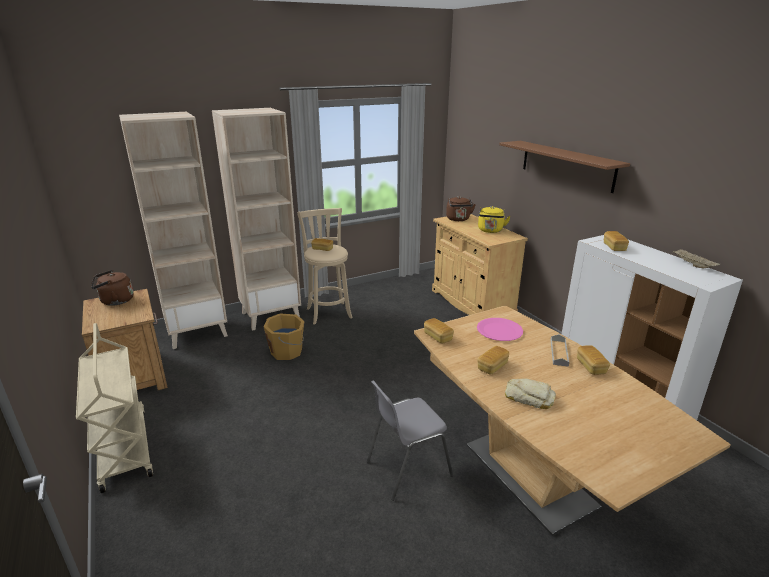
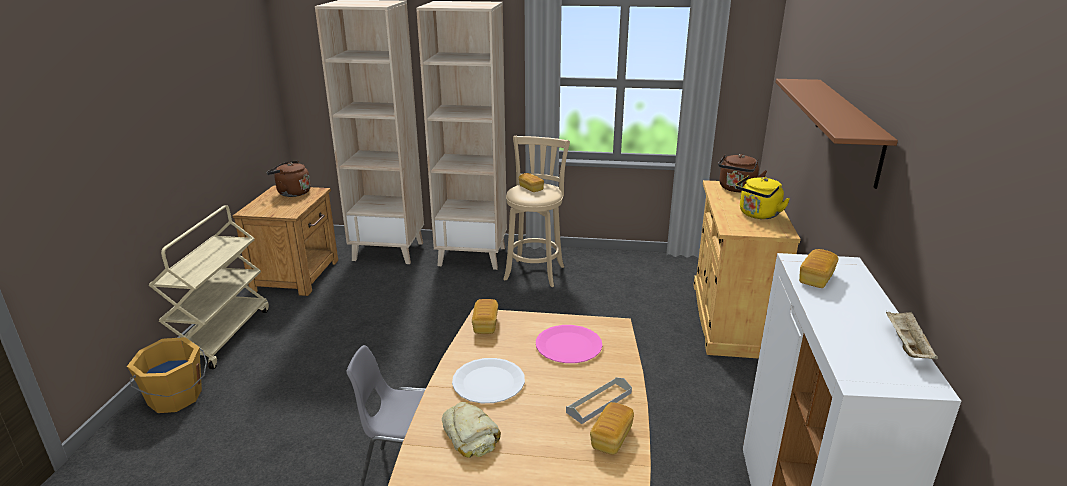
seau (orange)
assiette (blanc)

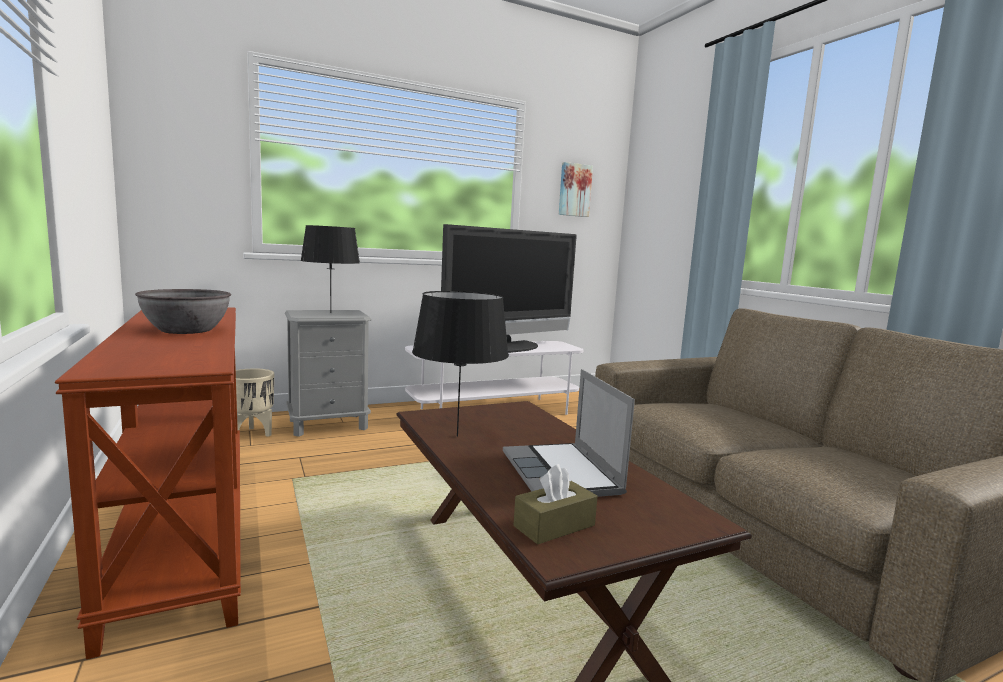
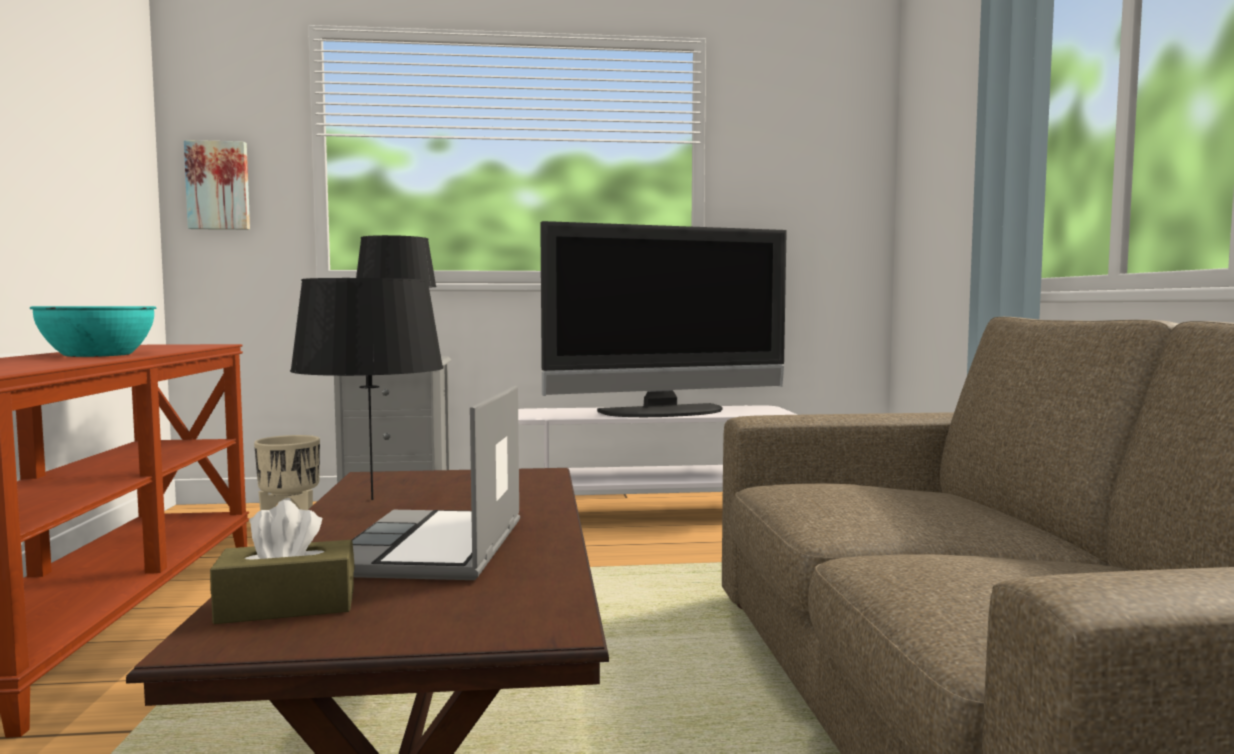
tableau
bol (turquoise)

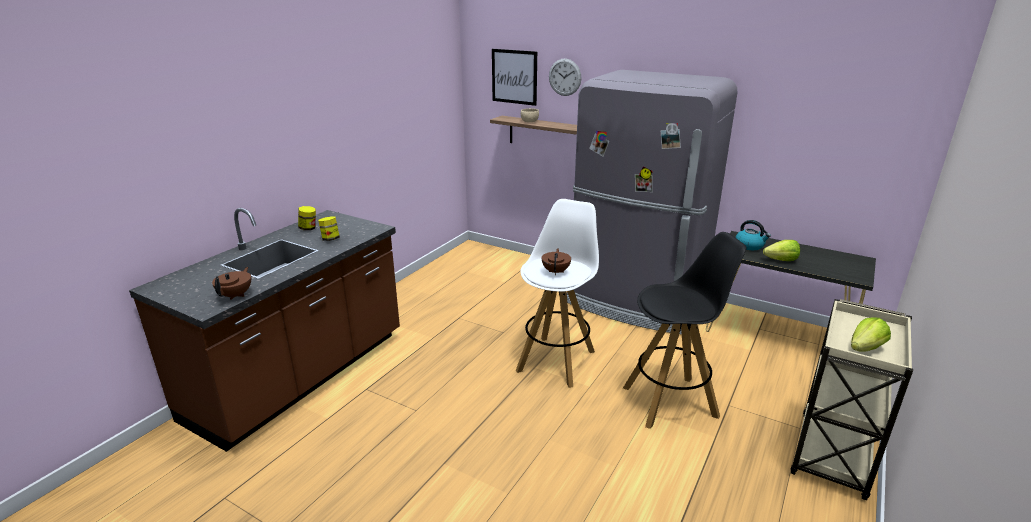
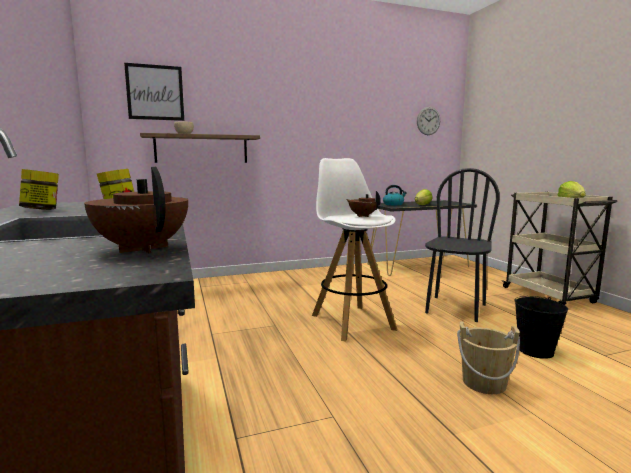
réfrigérateur (gris)
seau (beige)
seau (noir)
horloge murale
chaise (noir)

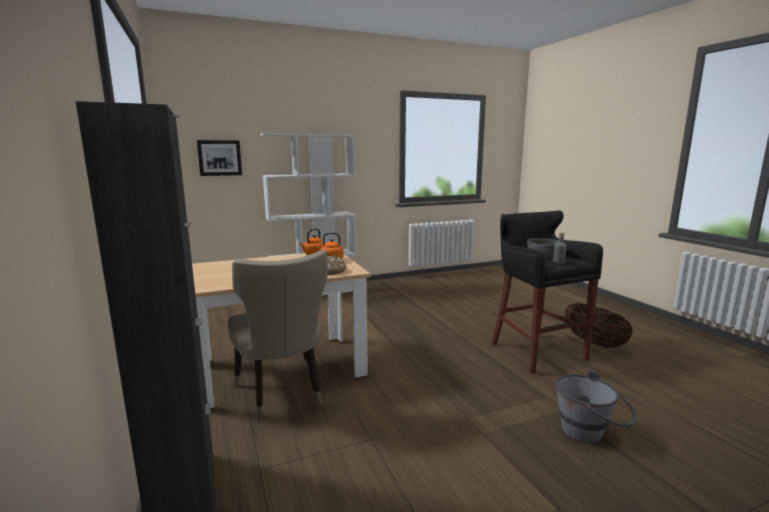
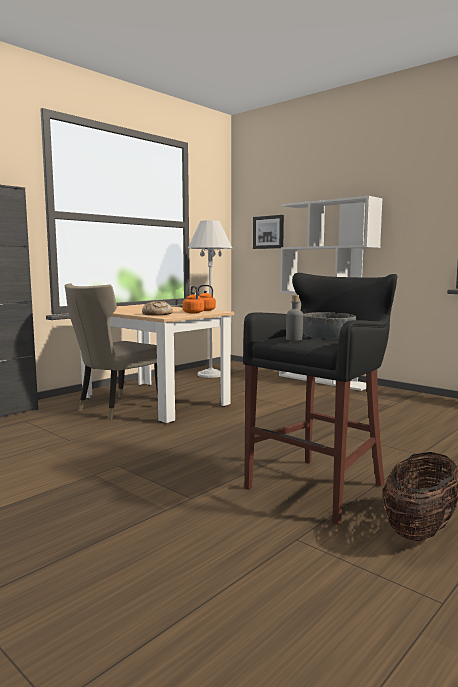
seau (gris)
lampadaire (blanc)

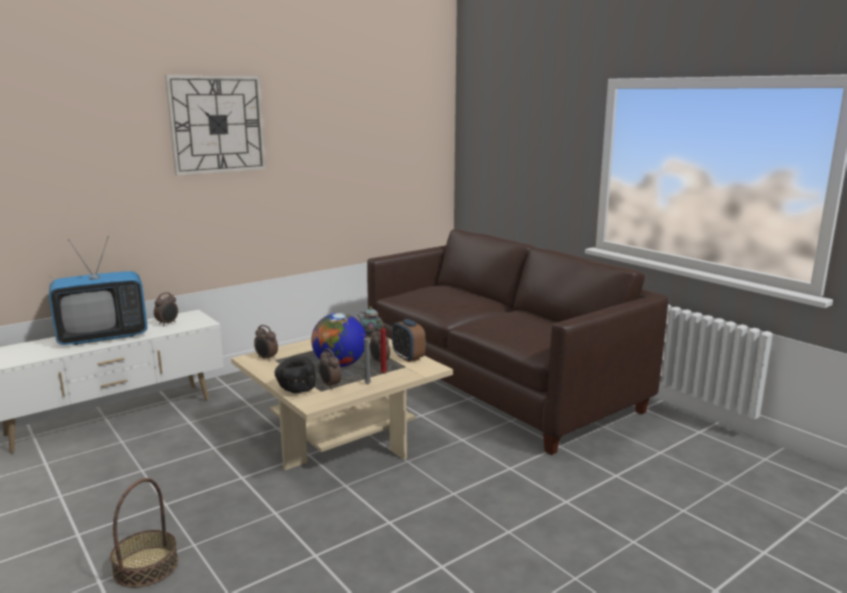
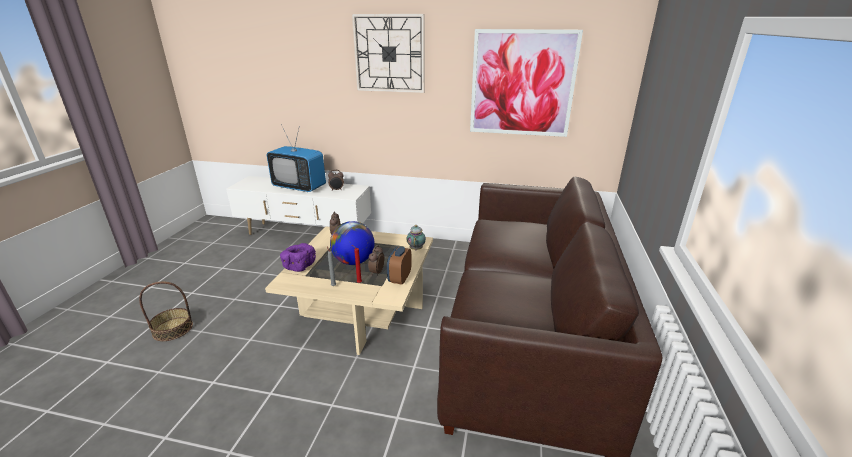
réveil (no. 3 from left in the first image)
tableau
bol (violet)

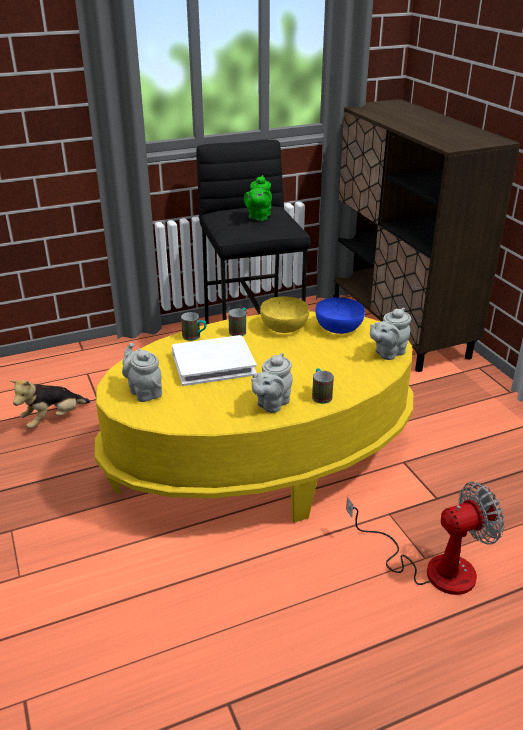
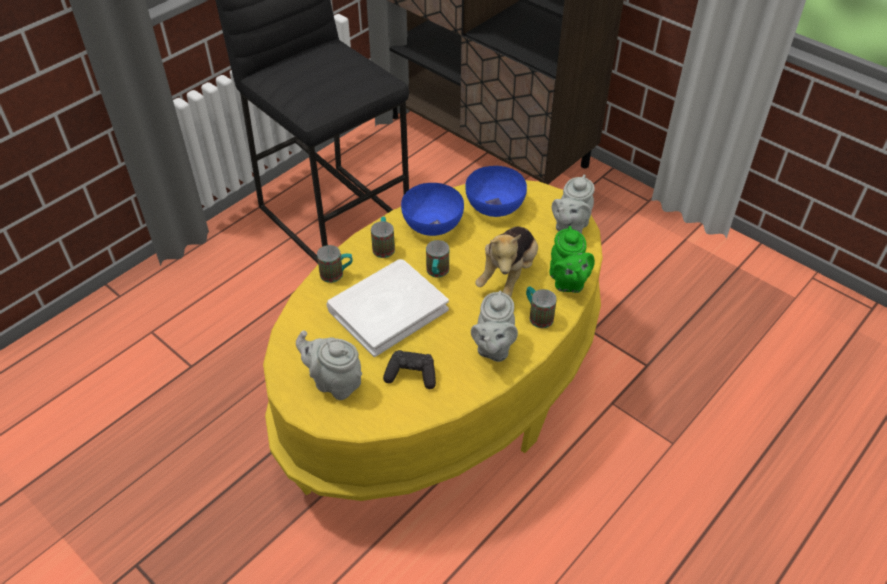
ventilateur
manette (noir)
mug (no. 3 from left)
peluche
théière (vert)
bol (bleu) (no. 1 from left)

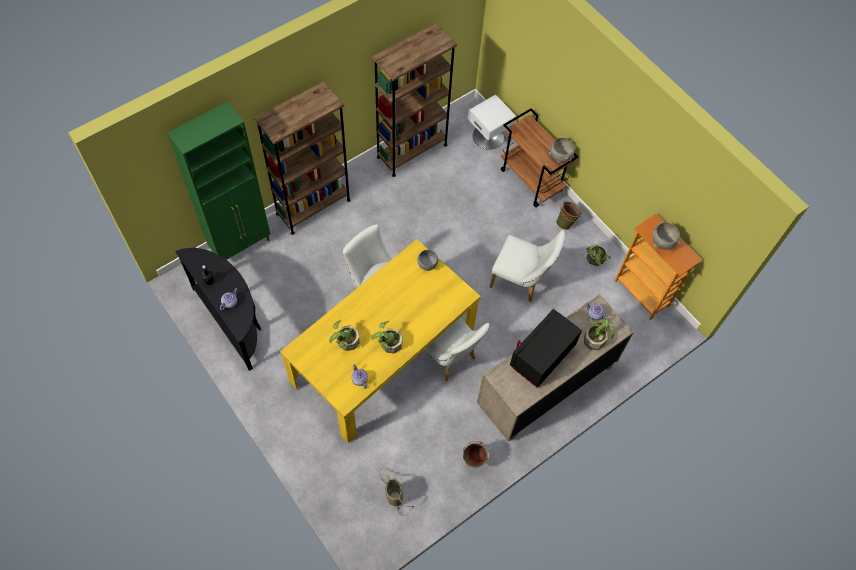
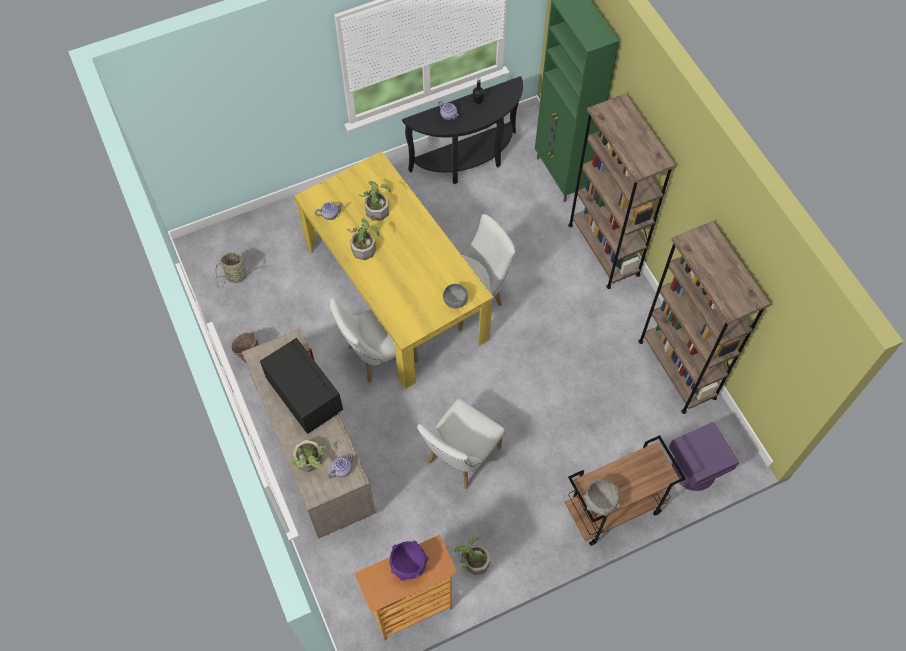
seau (vert) (no. 2 from left in the first image)
table de chevet (violet)
bol (violet)

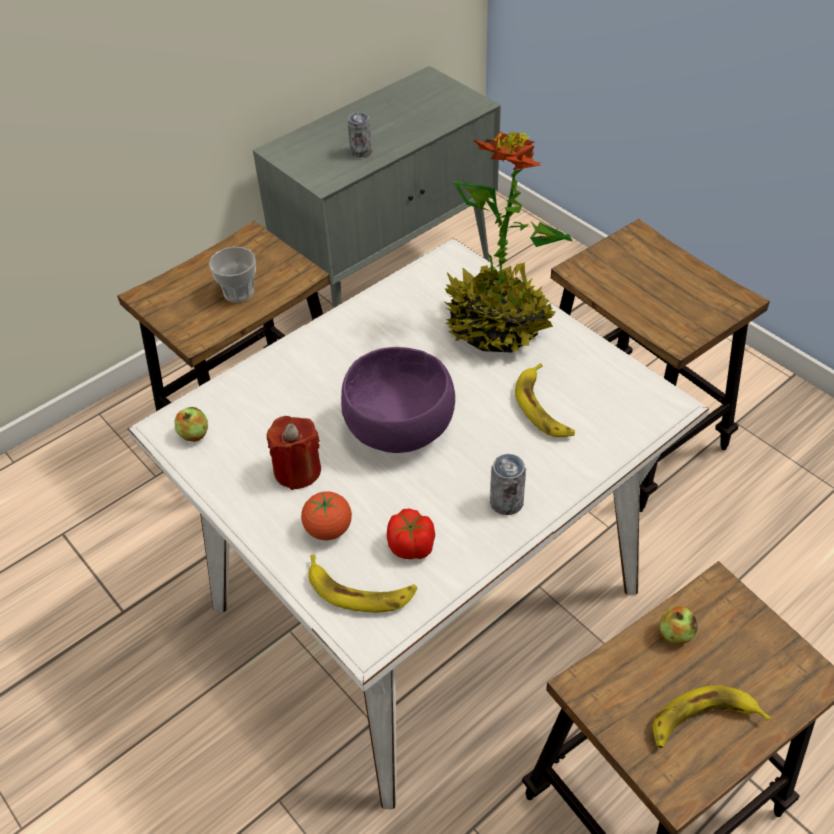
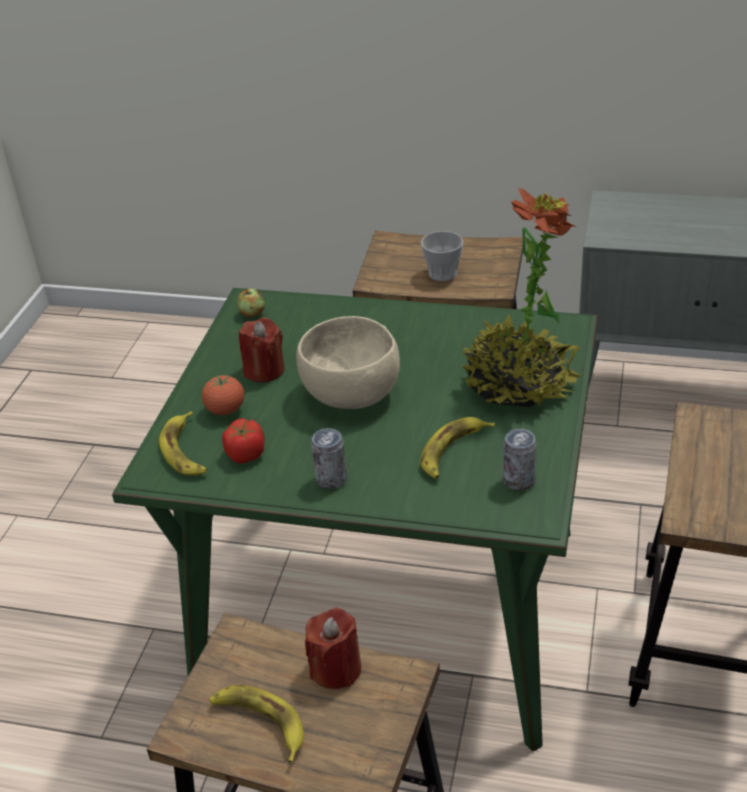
boîte métallique (no. 2 from left)
bougie (rouge) (no. 2 from left)
table à manger (vert)
bol (beige)

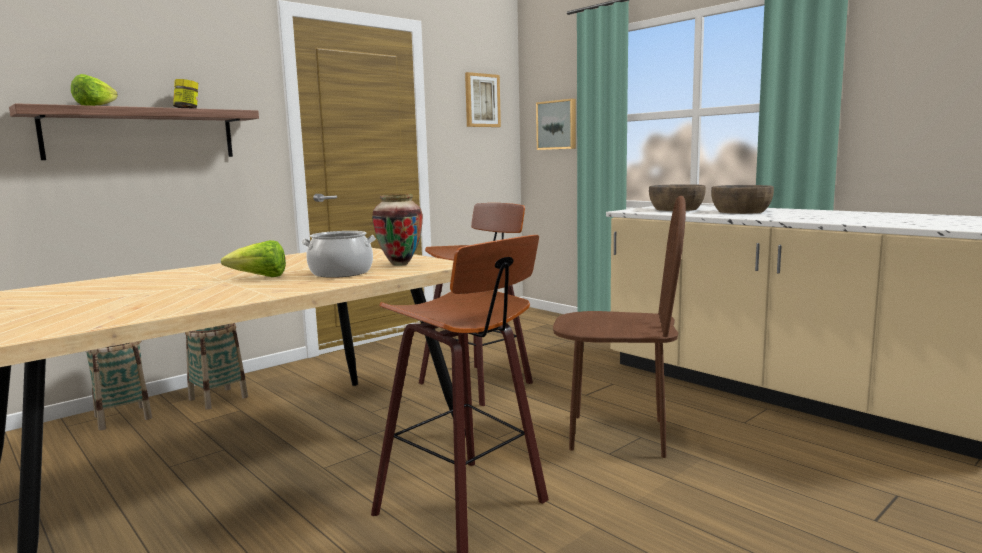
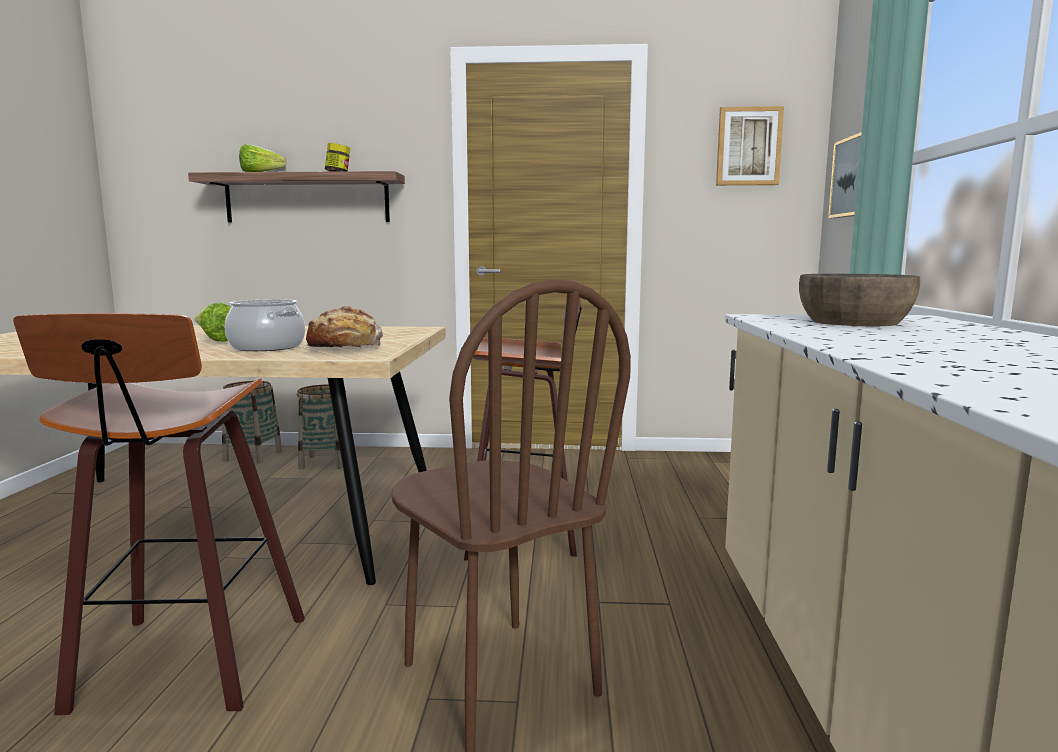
bol (marron) (no. 2 from left in the first image)
pain

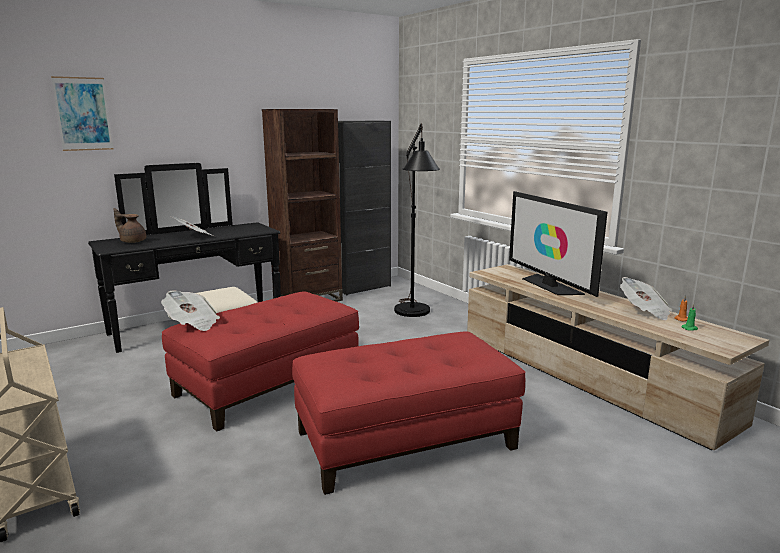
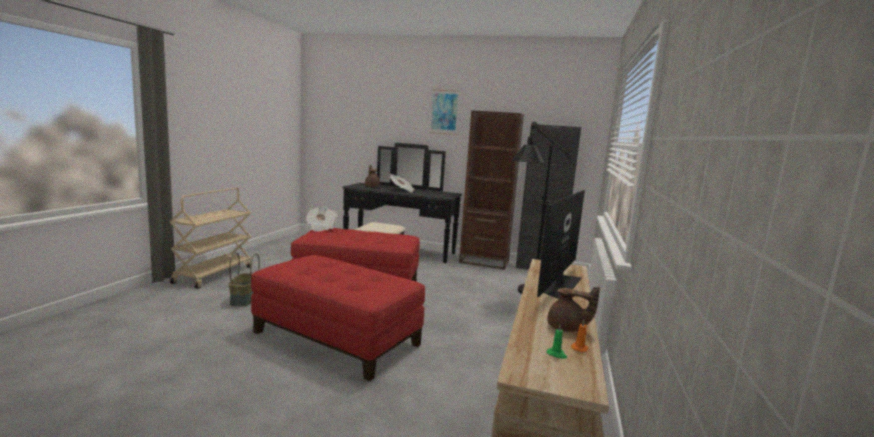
panier
tableau
théière (marron) (no. 2 from left)

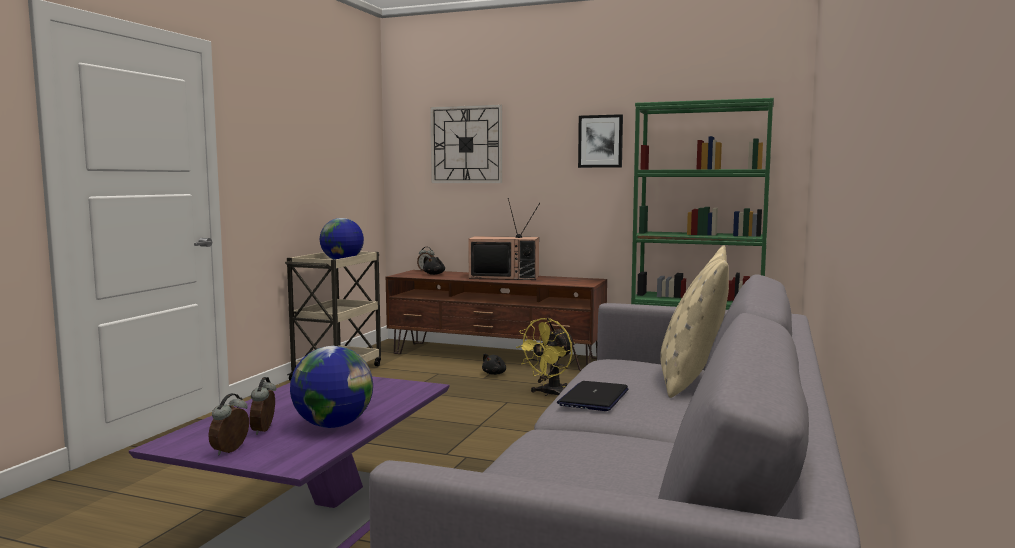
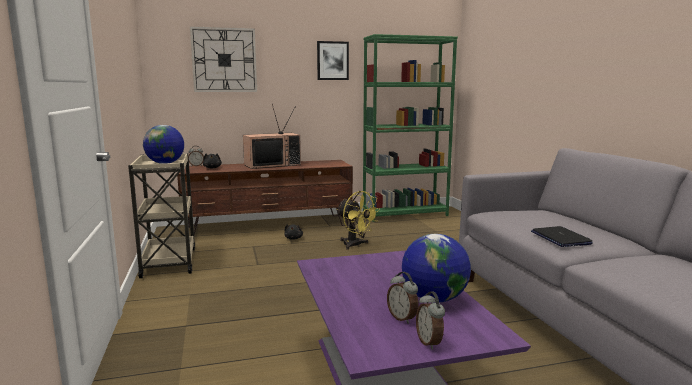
coussin (beige)
ventilateur (jaune)

